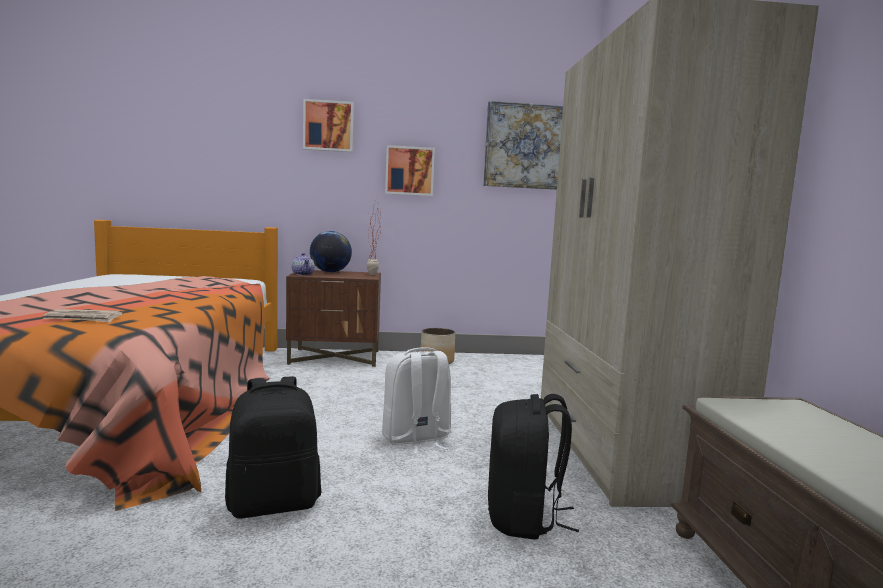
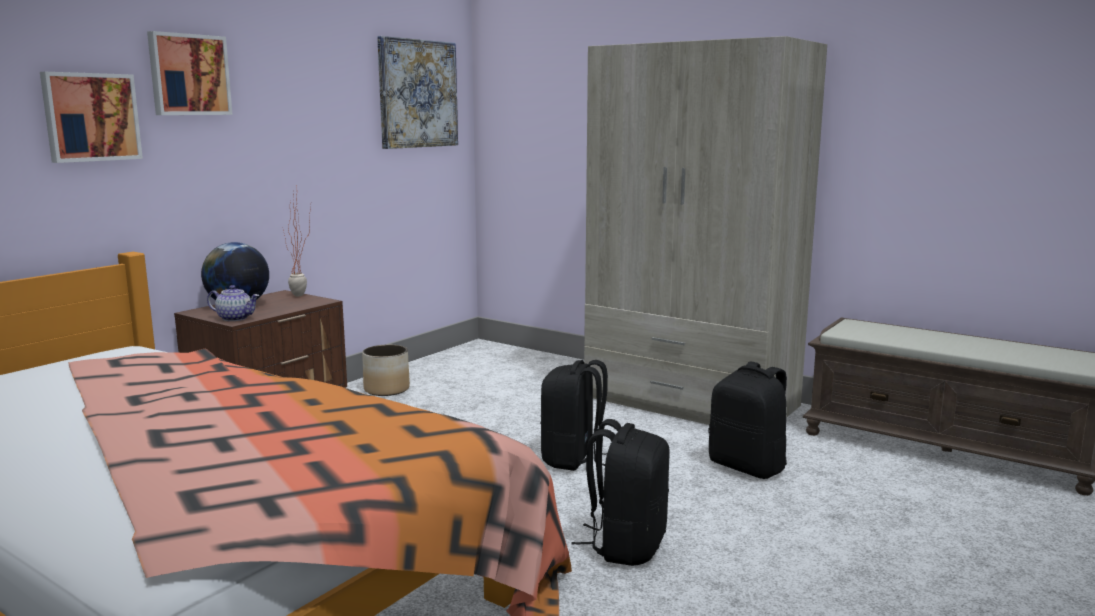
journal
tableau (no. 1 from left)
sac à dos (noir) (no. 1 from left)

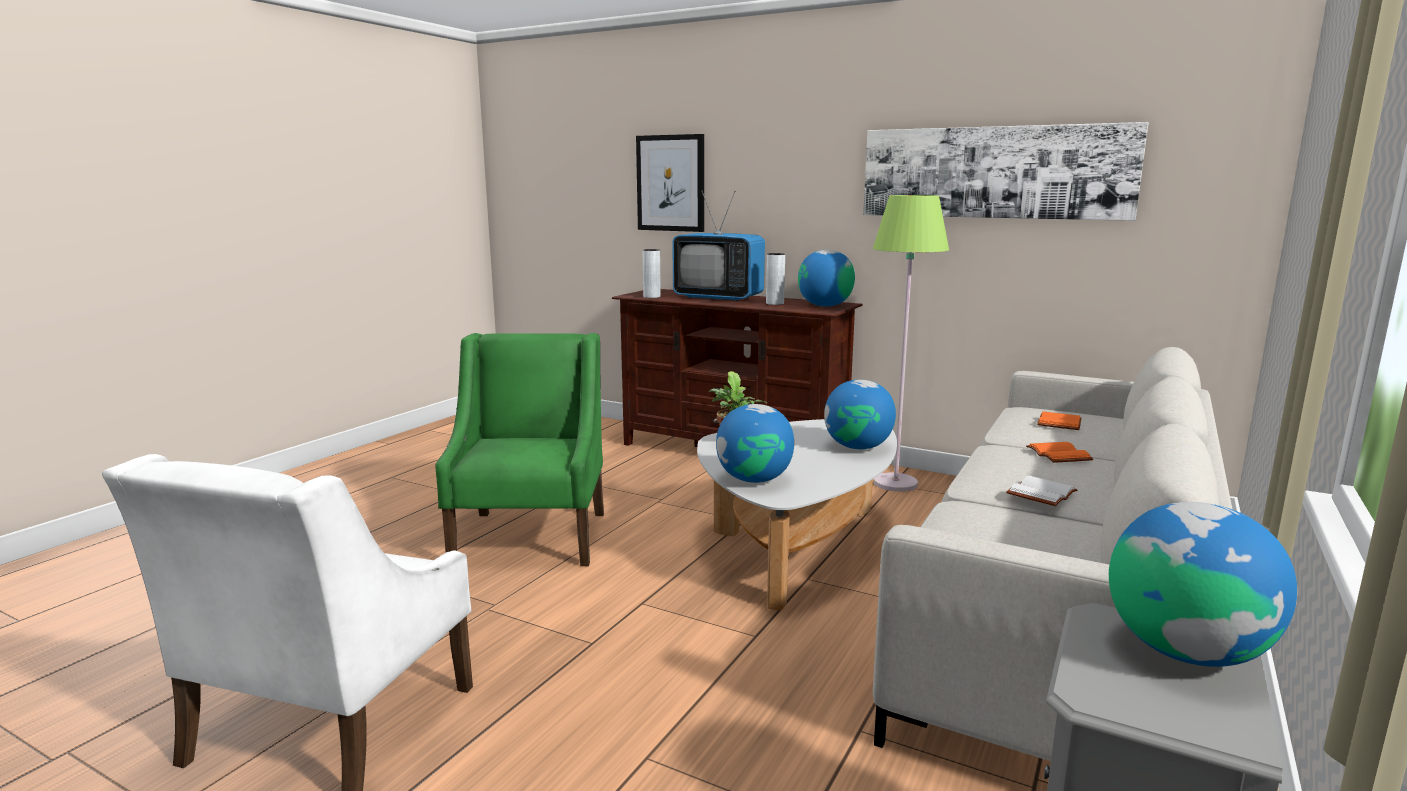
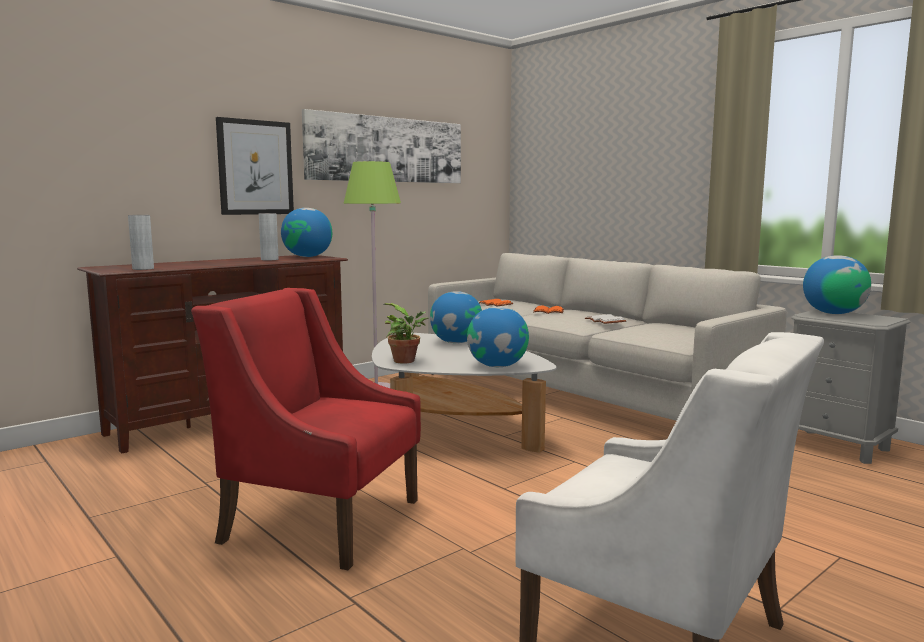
téléviseur
tableau (no. 1 from left)
fauteuil (rouge)

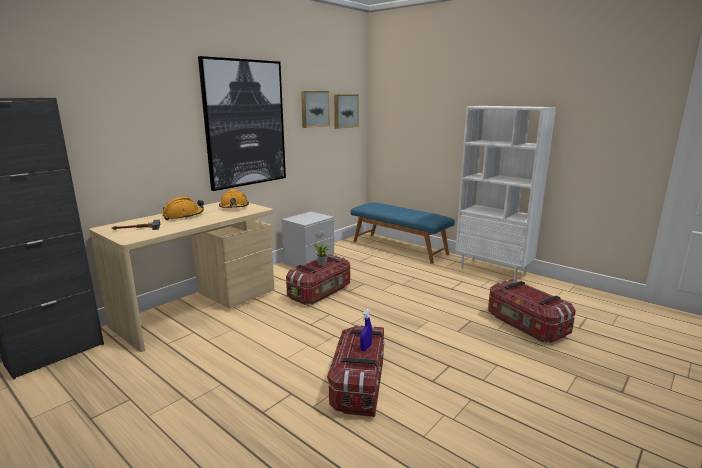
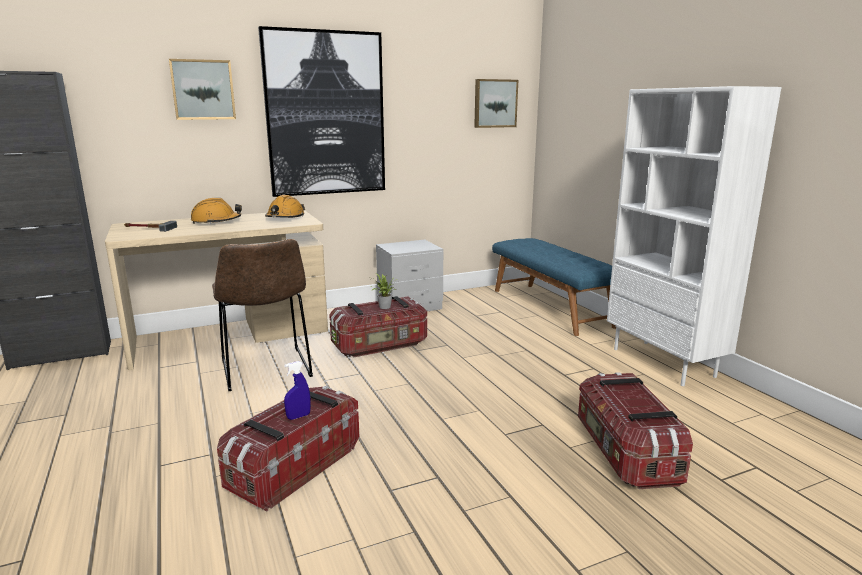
chaise (marron)
tableau (no. 1 from left)

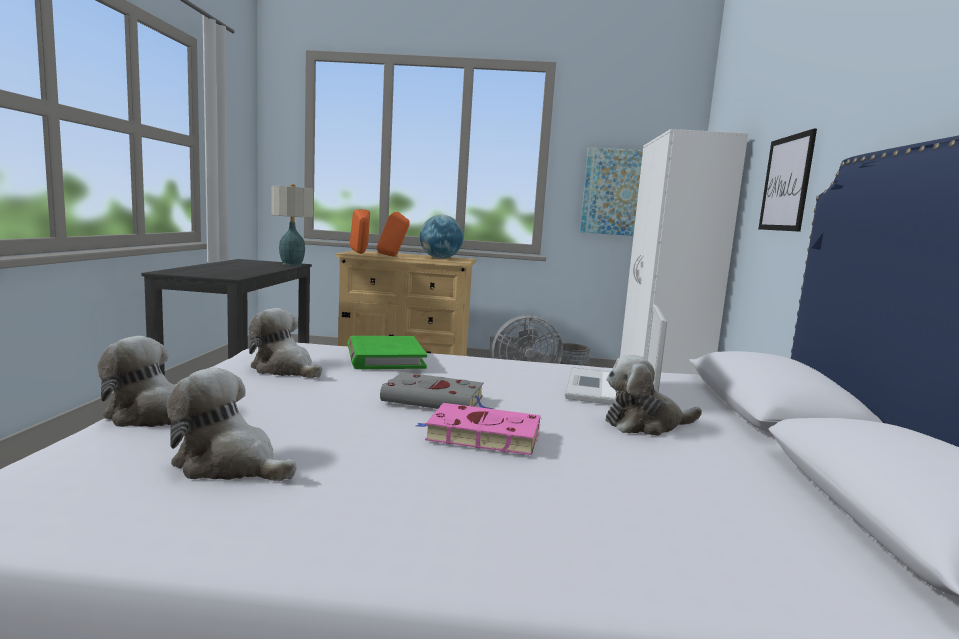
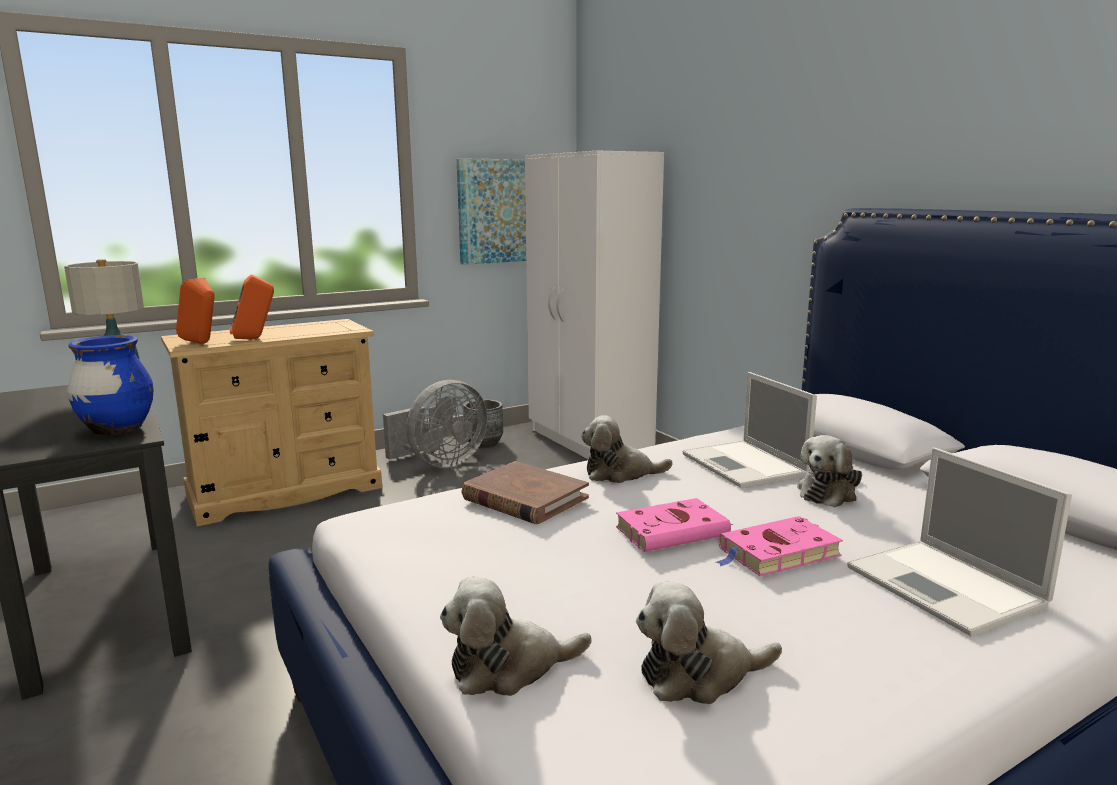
globe
tableau (no. 2 from left in the first image)
vase (bleu)
ordinateur portable (no. 2 from left)
peluche (no. 2 from left)
livre (marron)
livre (rose) (no. 1 from left)

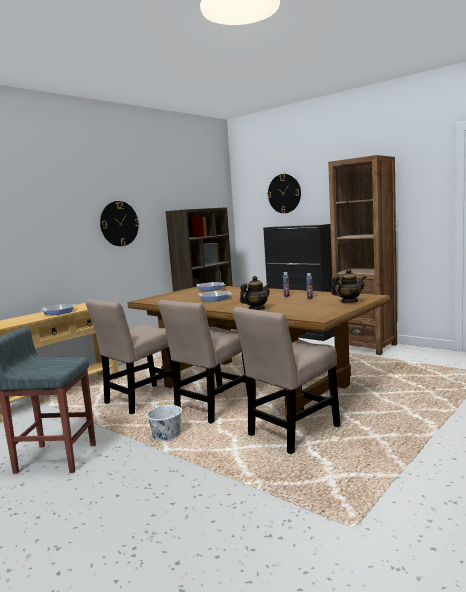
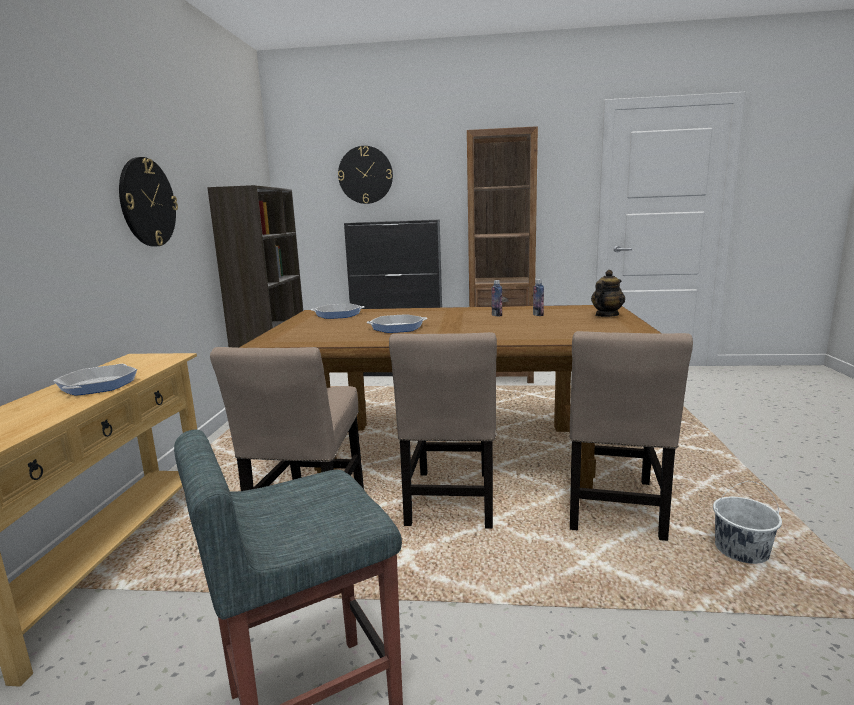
théière (no. 1 from left in the first image)
seau (blanc)

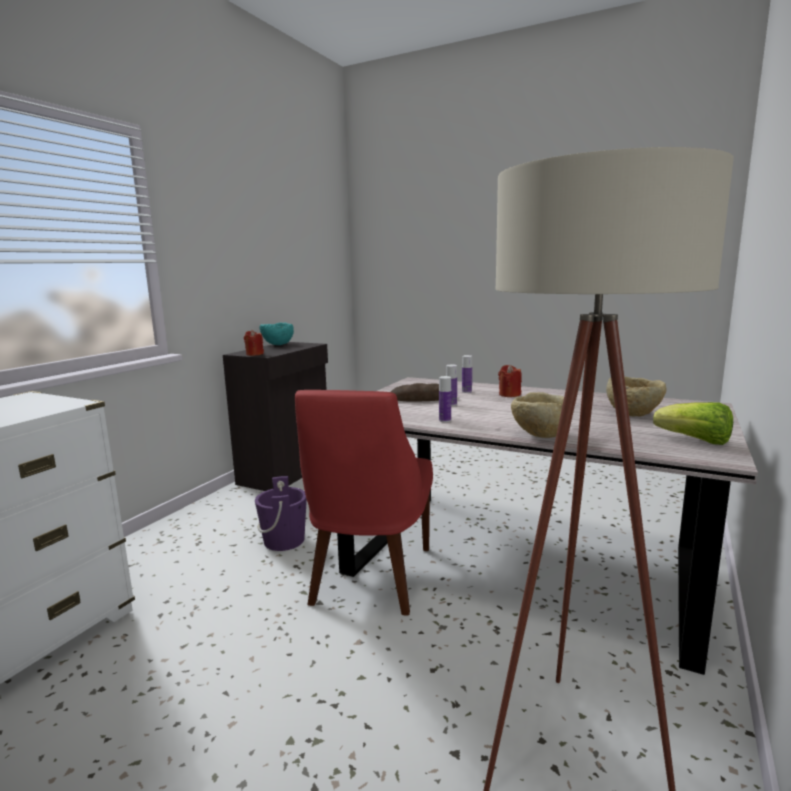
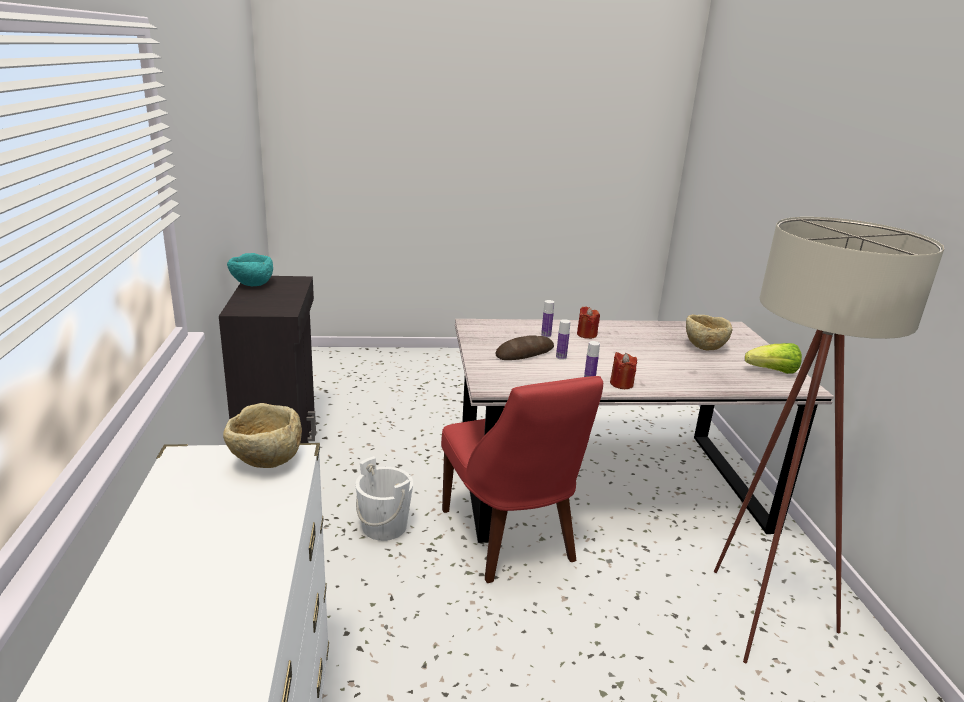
bougie (rouge) (no. 2 from left)
bol (beige) (no. 1 from left)
seau (blanc)

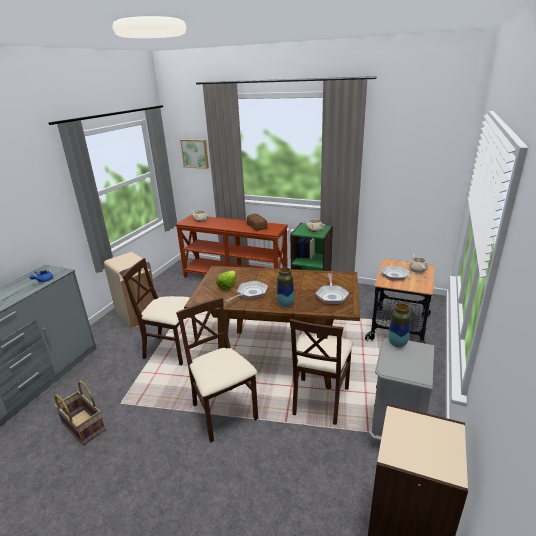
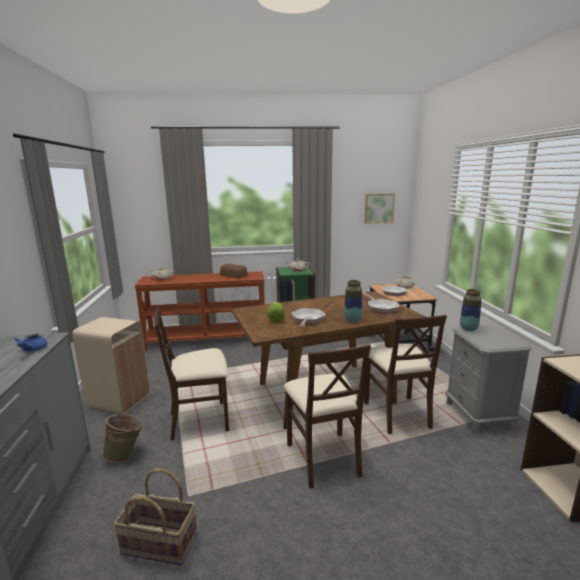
seau (vert)
tableau
chaise (beige) (no. 2 from left)

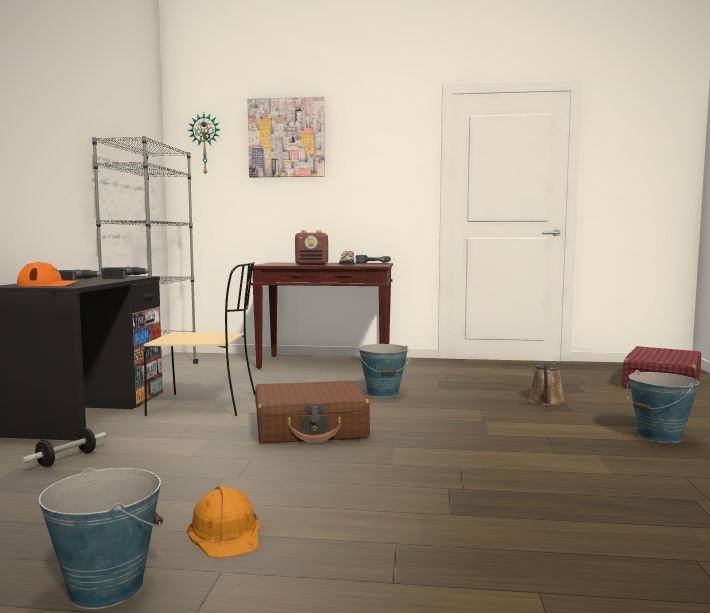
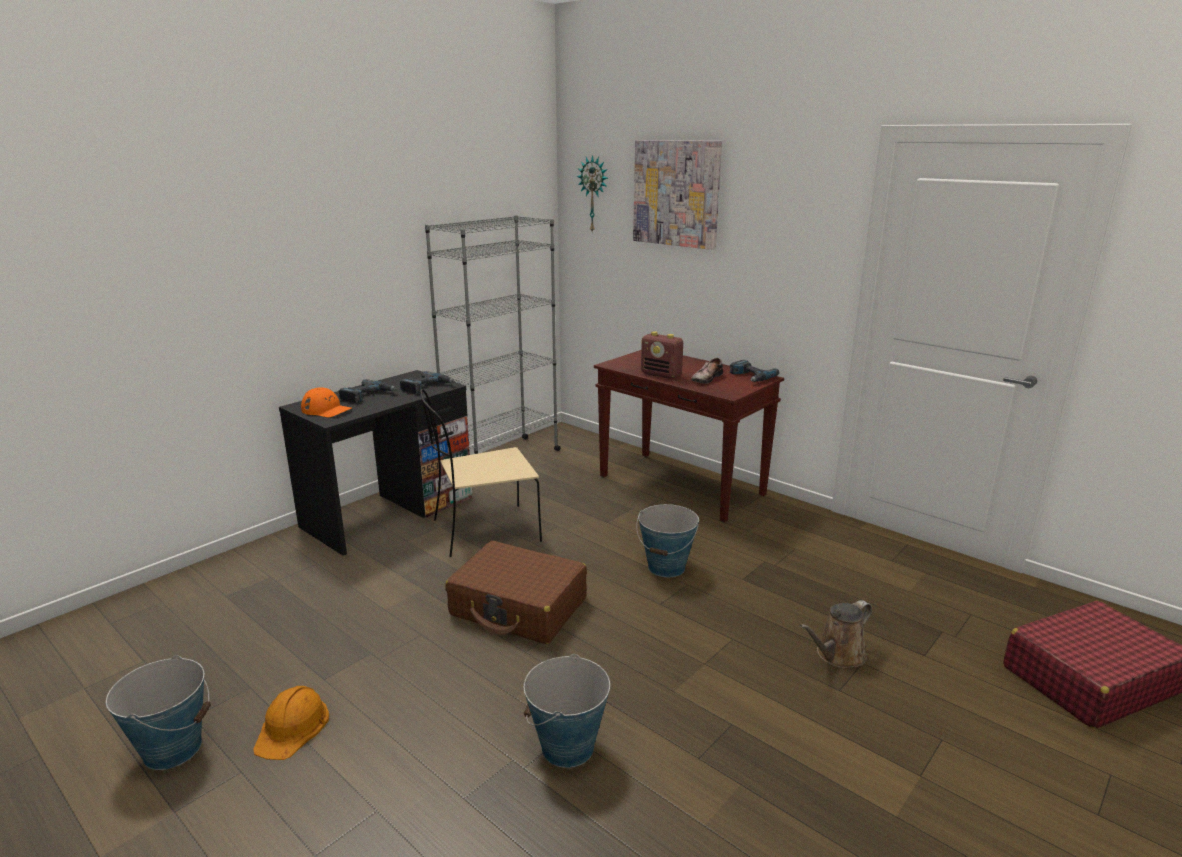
haltère
seau (no. 2 from left)
chaise (beige)

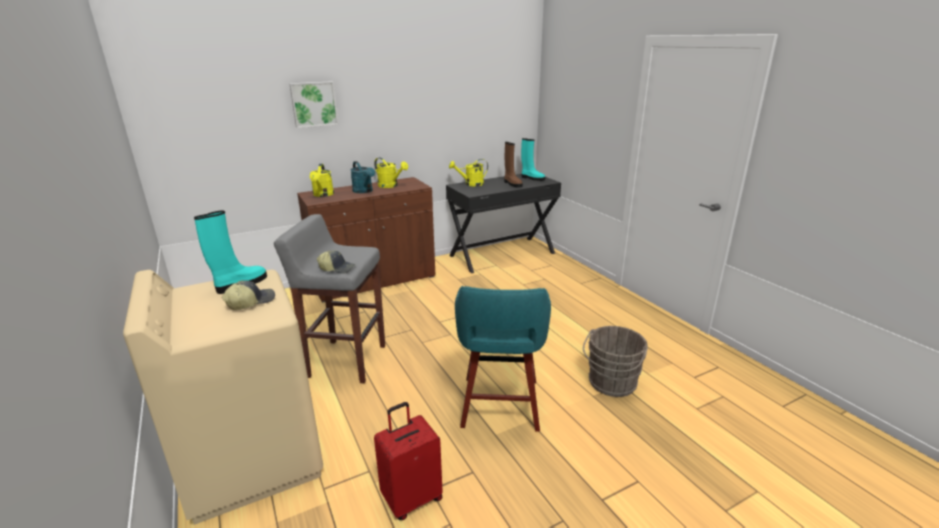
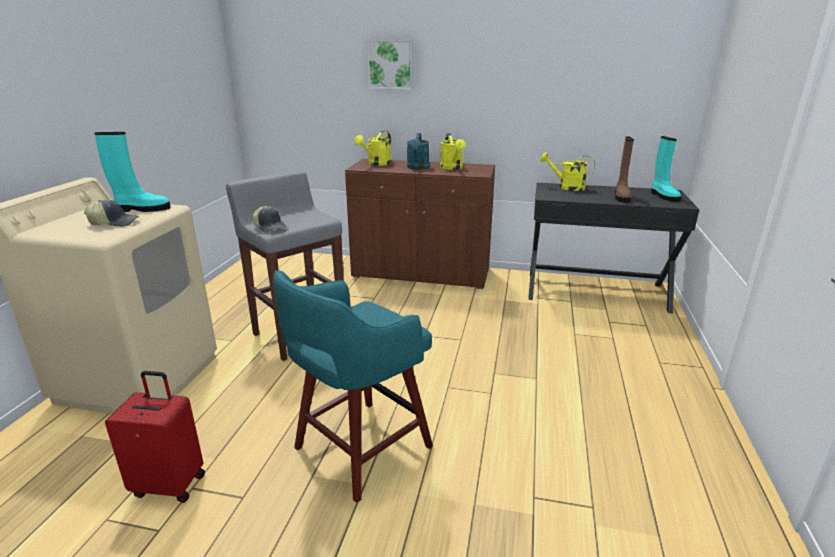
seau (gris)

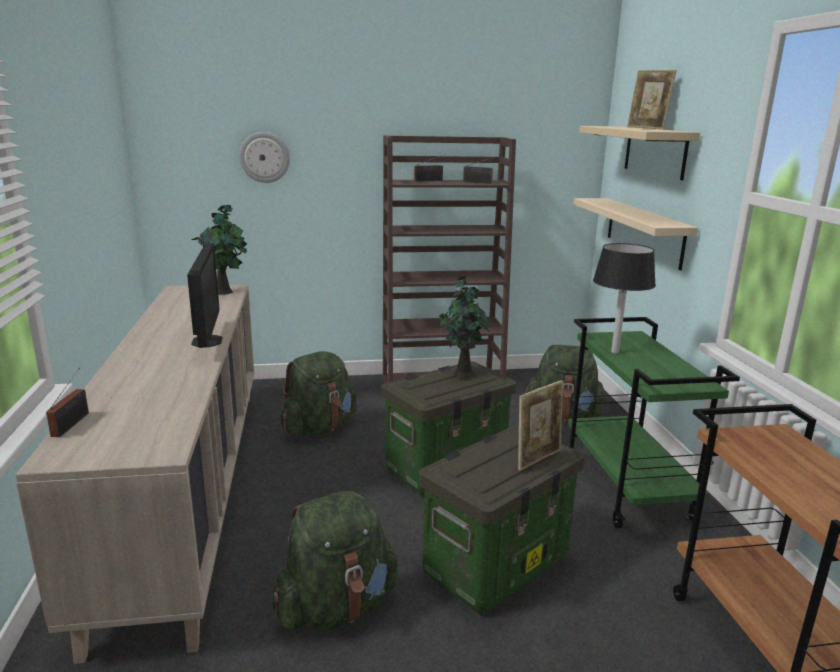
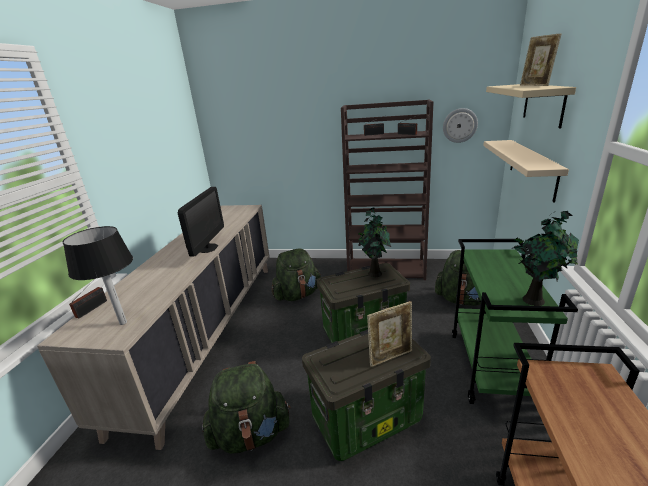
plante en pot (no. 2 from left)
horloge murale
lampe de table (noir)

